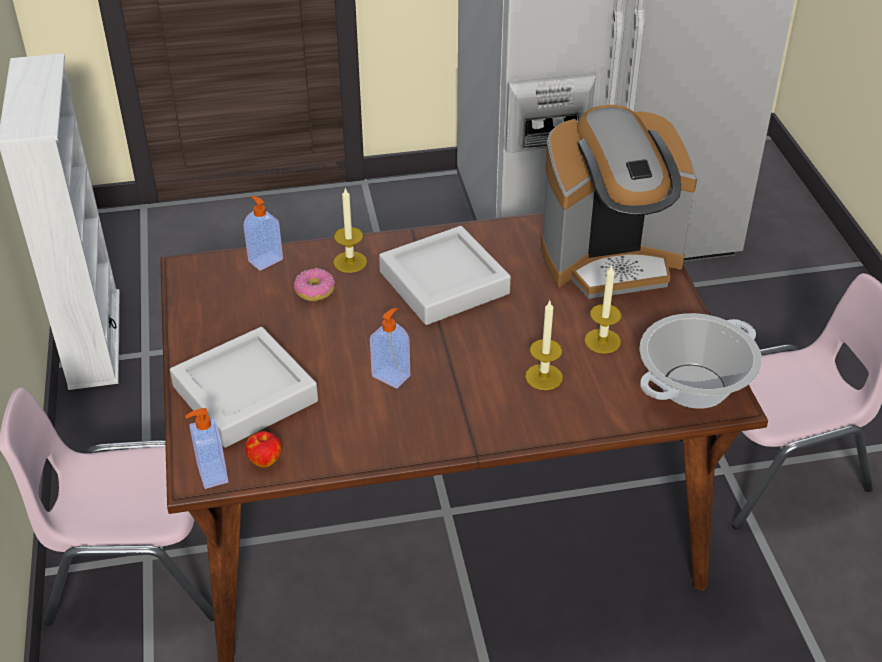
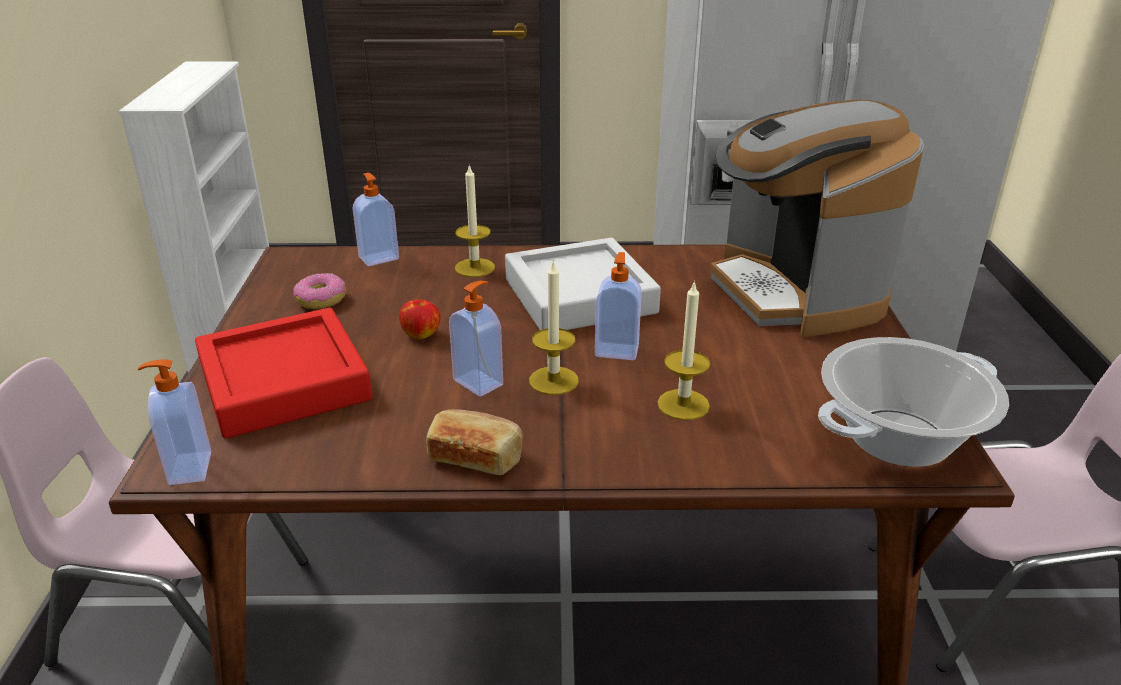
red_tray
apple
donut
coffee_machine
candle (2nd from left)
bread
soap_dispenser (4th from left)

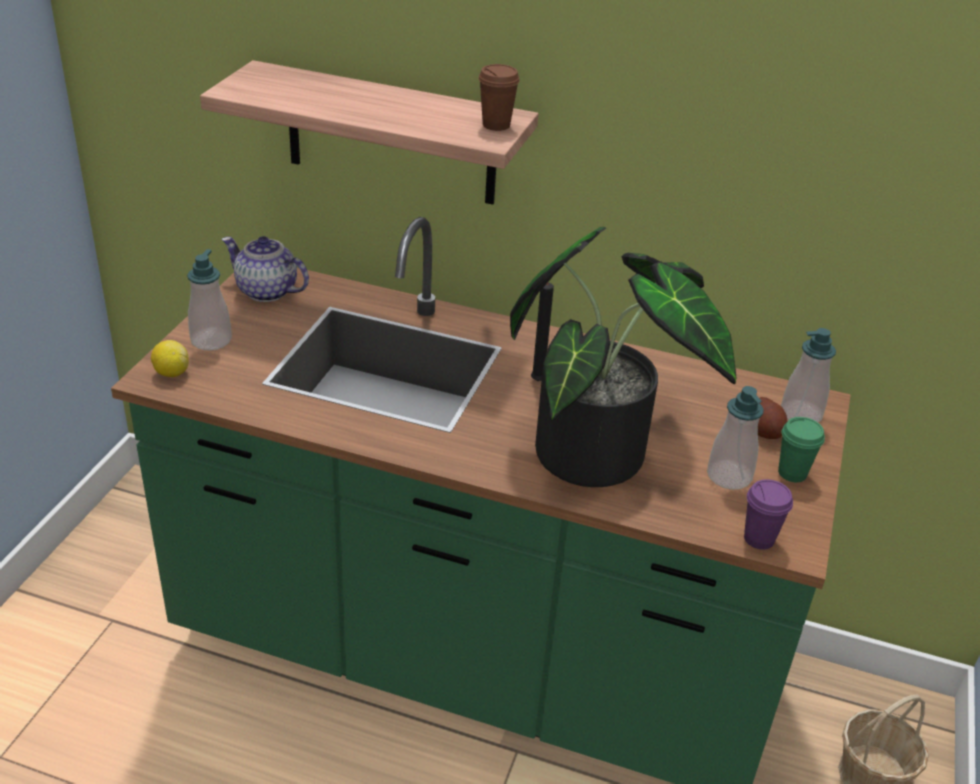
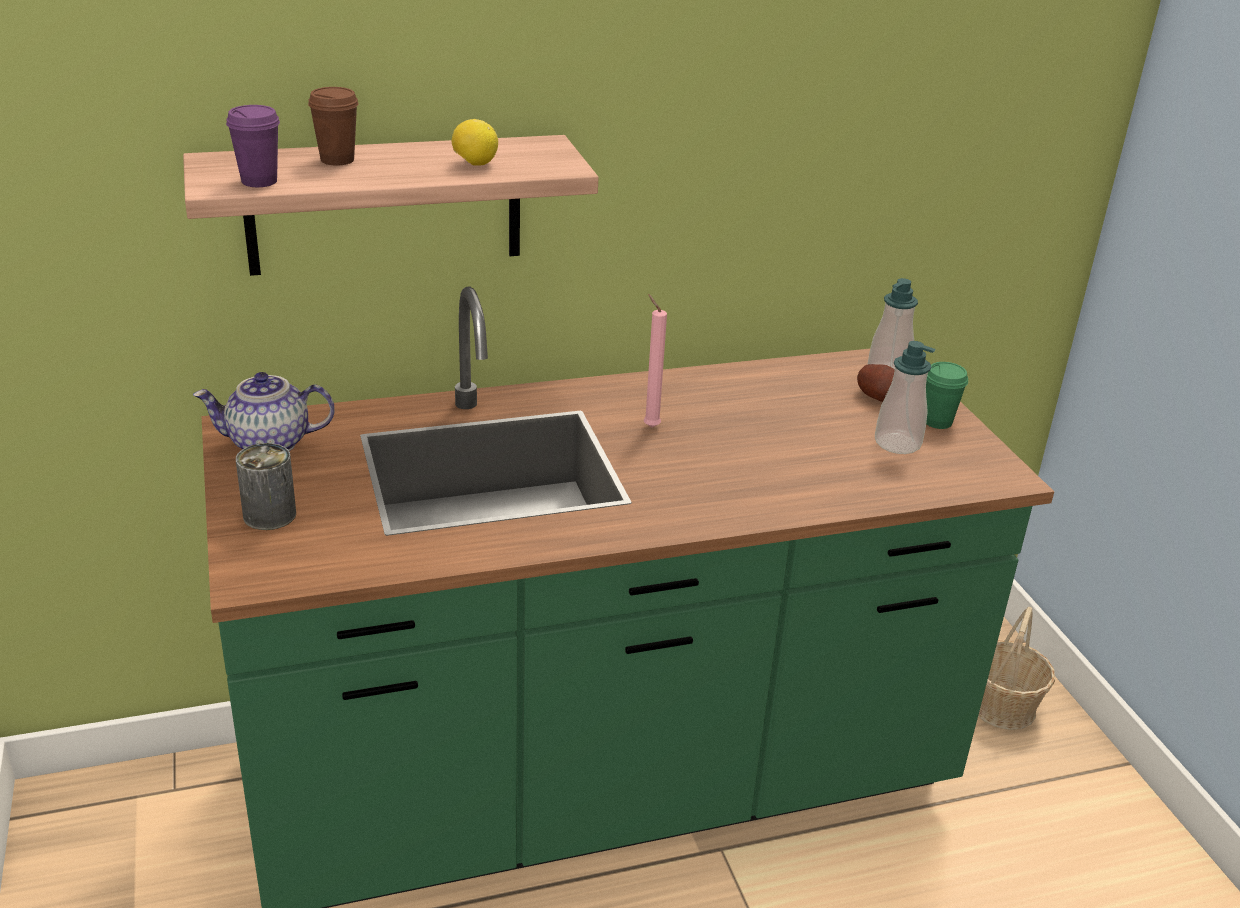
lemon
can
brown_cup
potted_plant
pink_candle
purple_cup

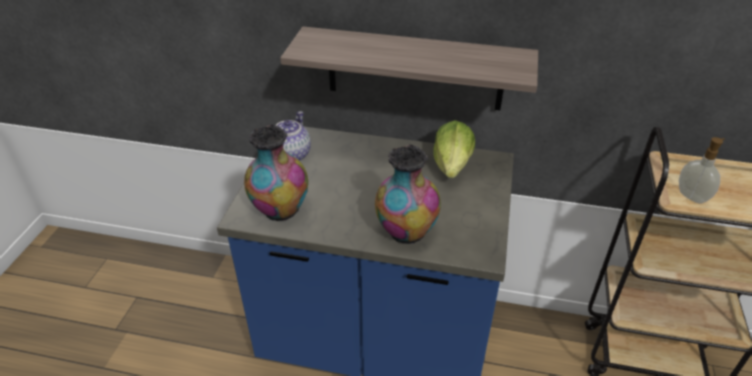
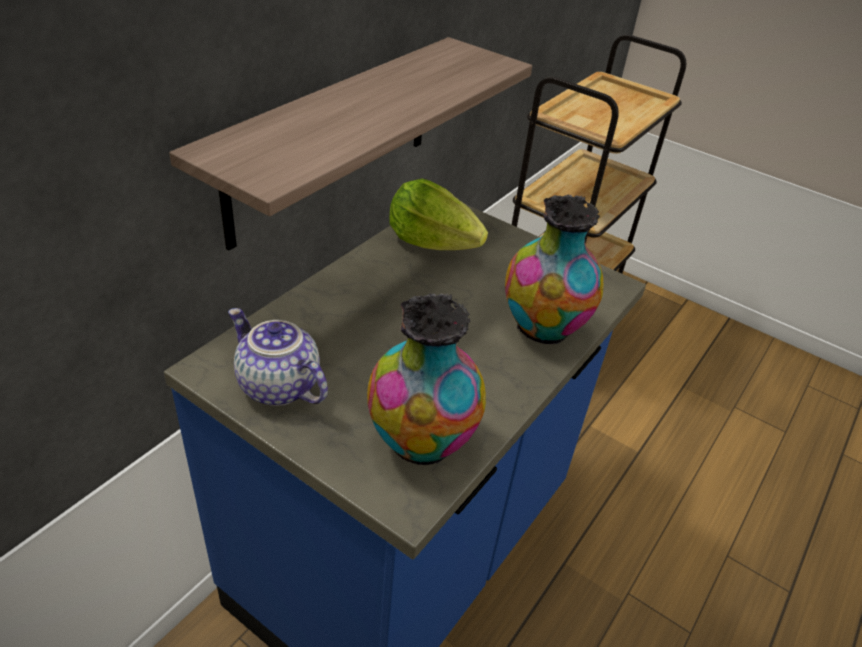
soap_dispenser

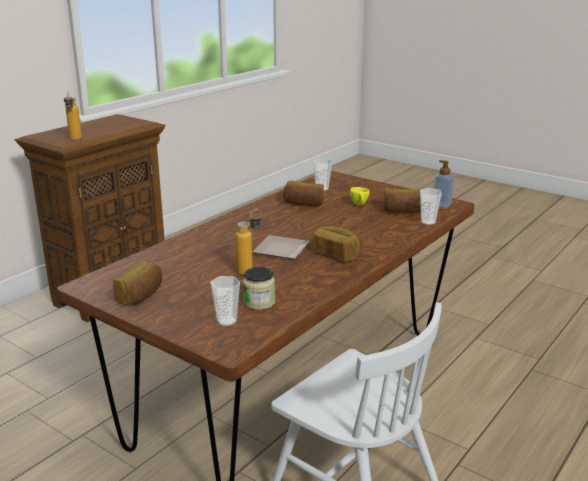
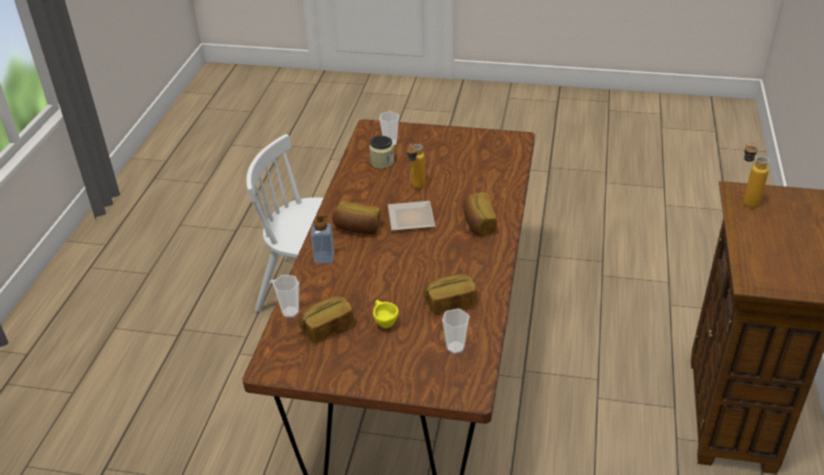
bread (4th from left)
soap_dispenser

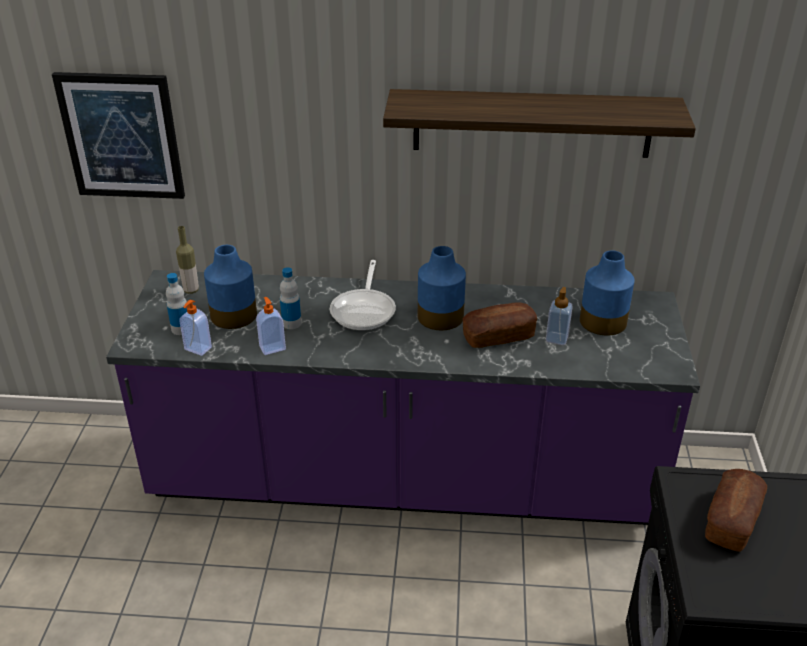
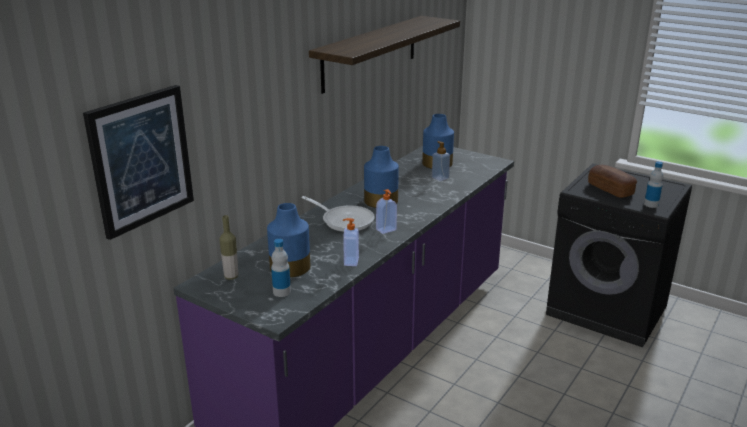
soap_dispenser (2nd from left)
bottle (3rd from left)
bread (1st from left in the first image)

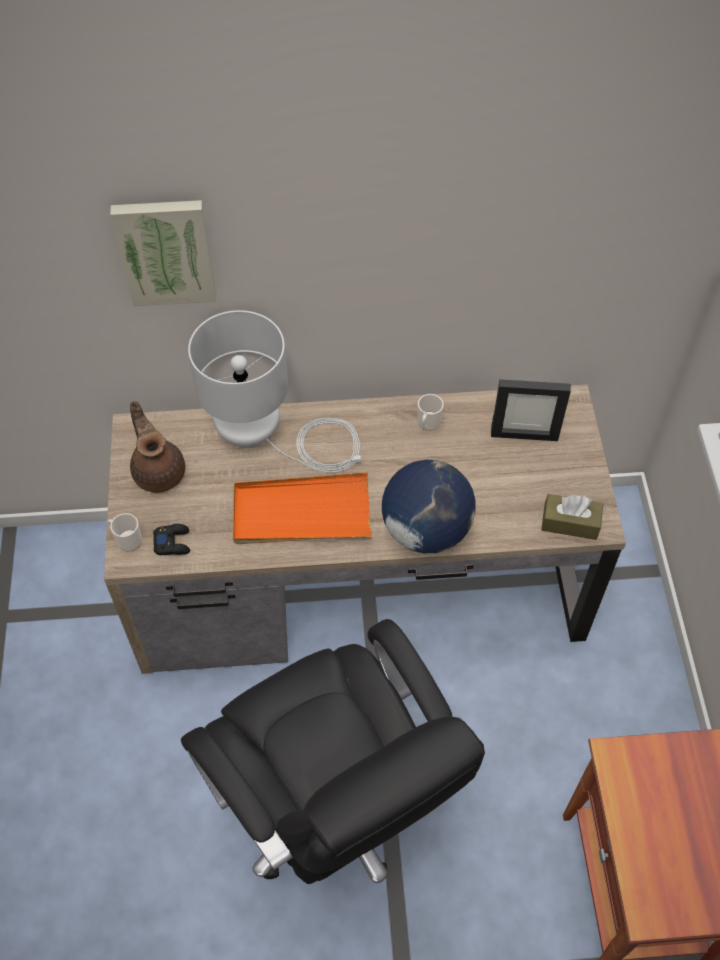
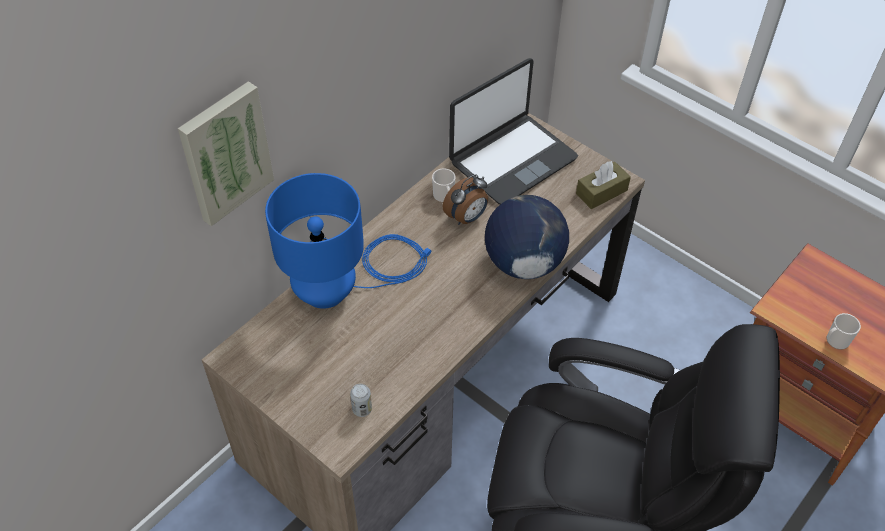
mug (2nd from left)
brown_teapot
can
blue_table_lamp
orange_tray
laptop
alarm_clock

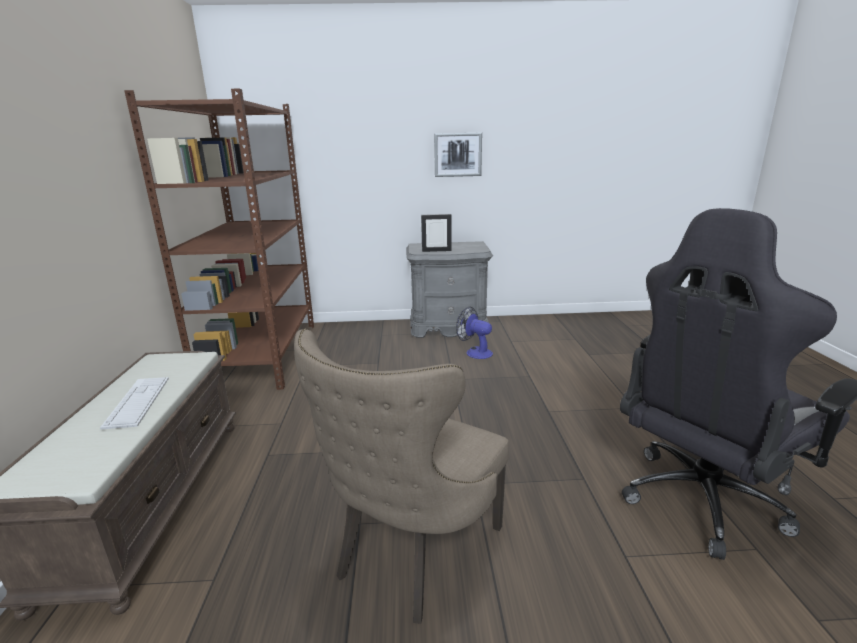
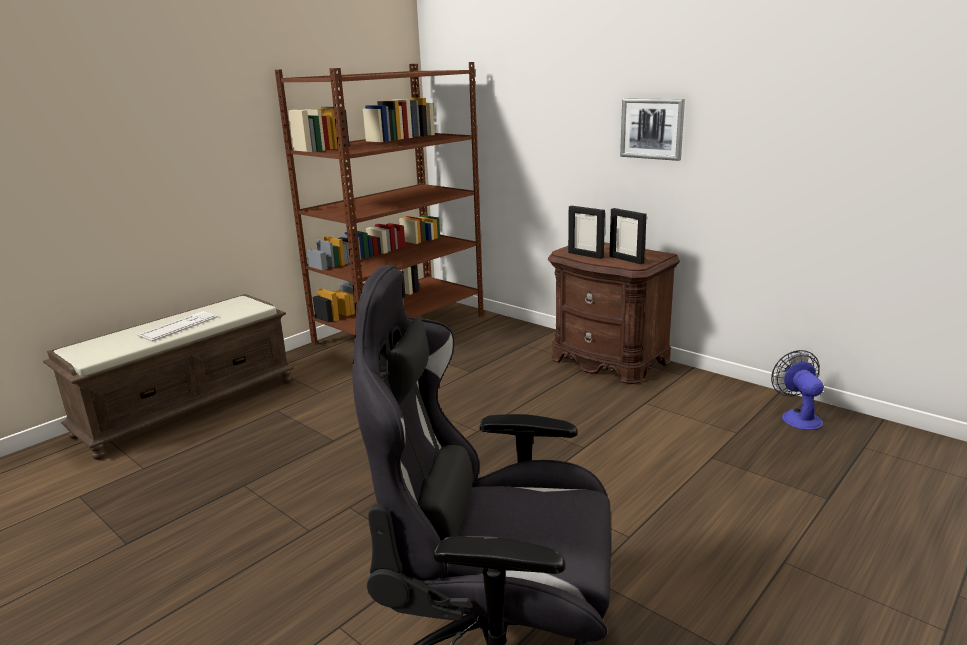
beige_chair
brown_nightstand
fan
picture_frame (2nd from left)

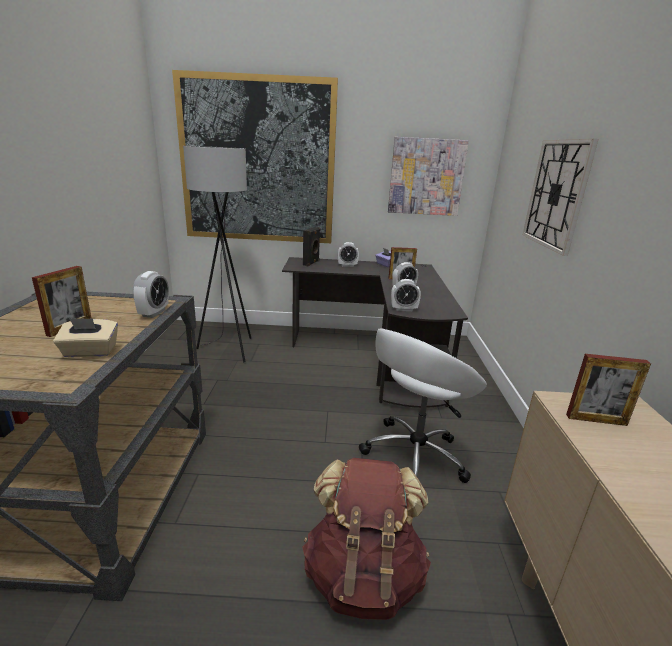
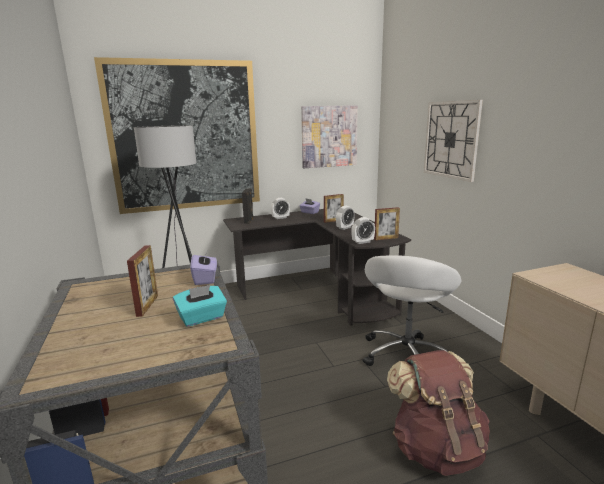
turquoise_tissue_box
purple_tissue_box (1st from left)
picture_frame (3rd from left)

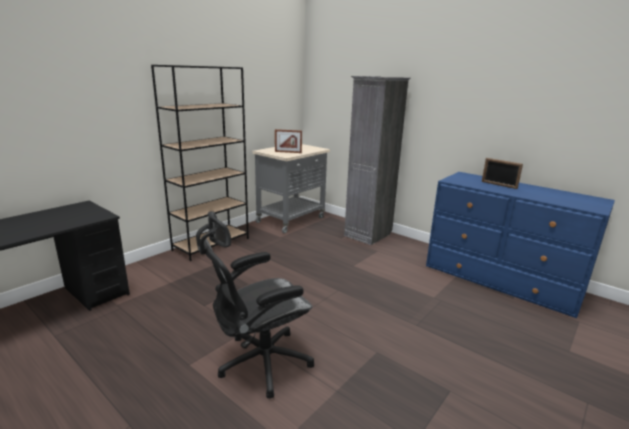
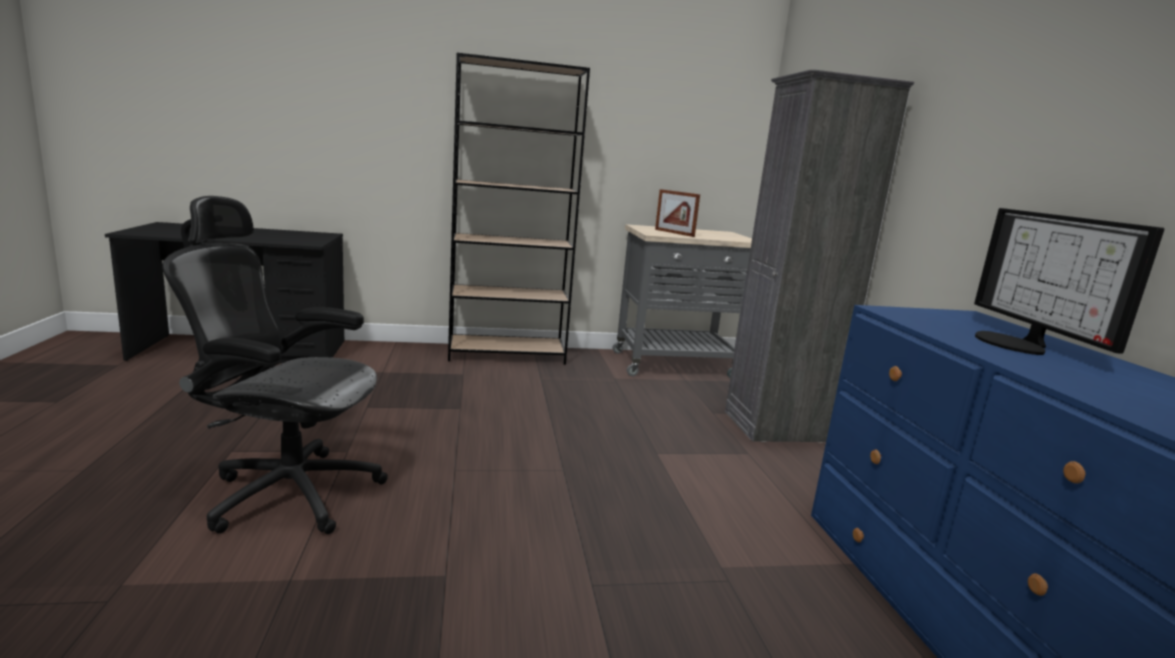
monitor

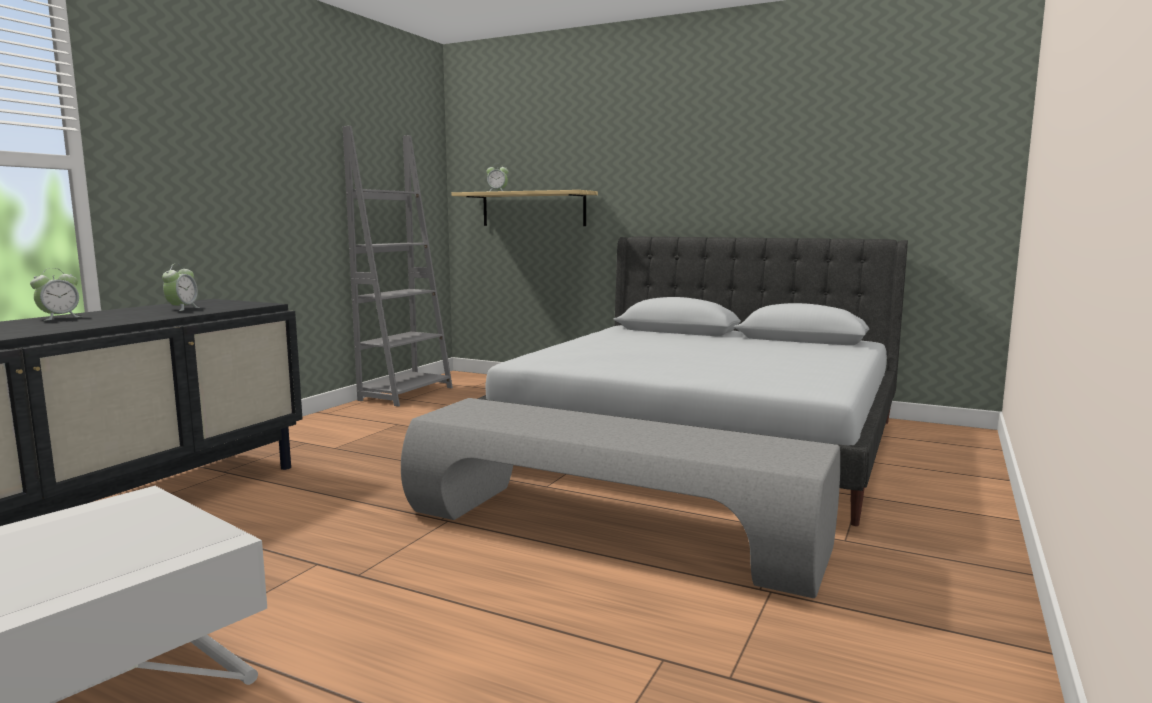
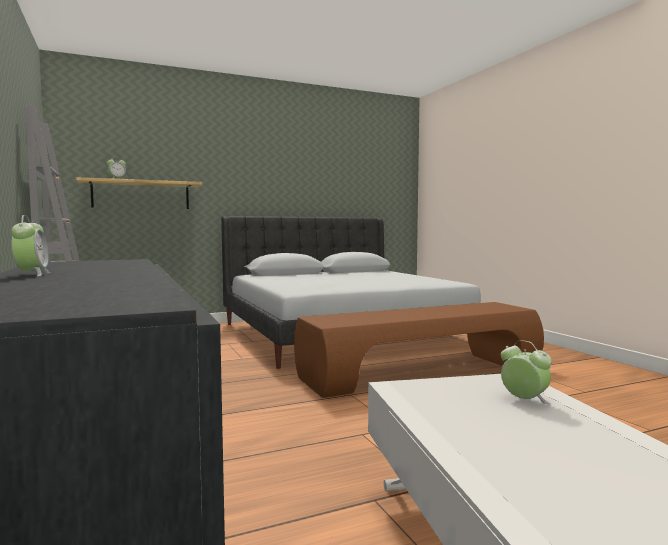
alarm_clock (3rd from left)
brown_bench

